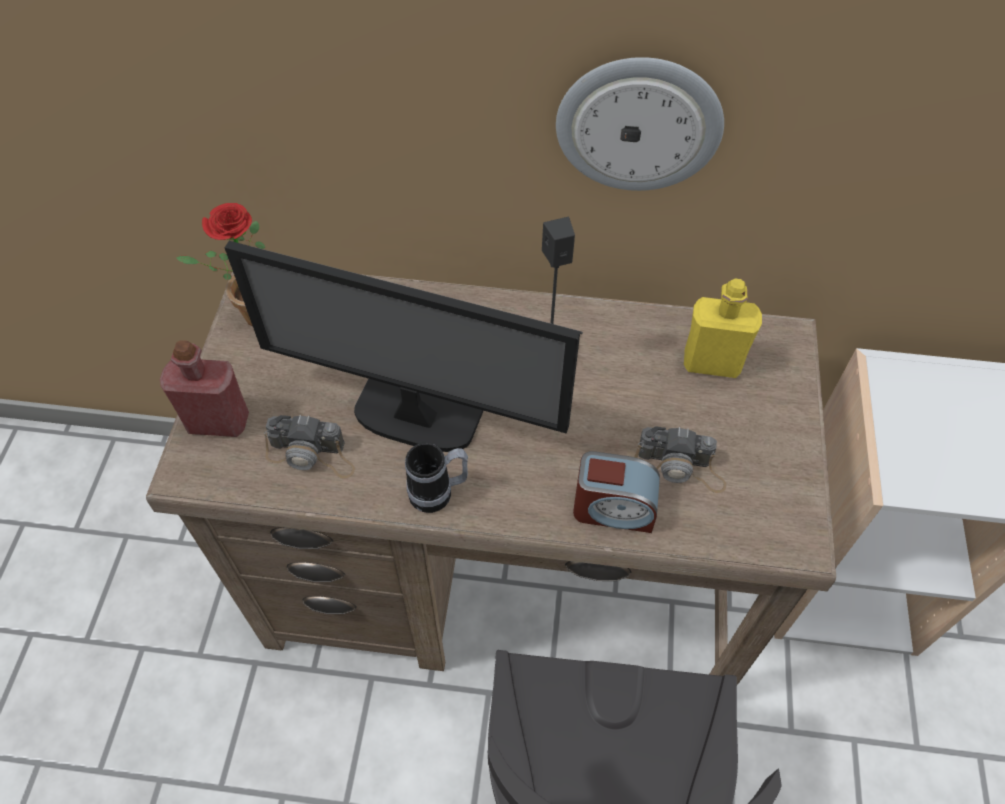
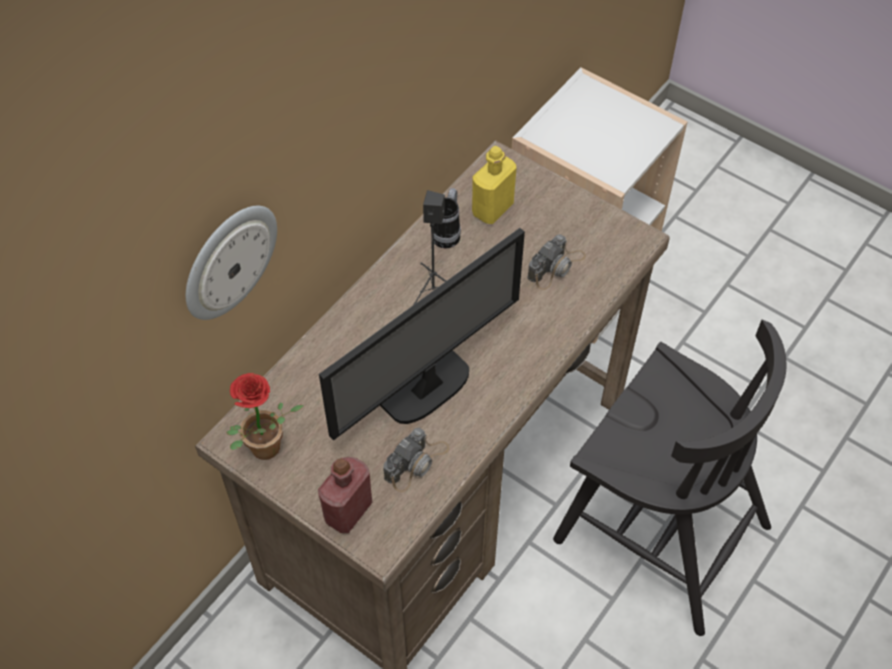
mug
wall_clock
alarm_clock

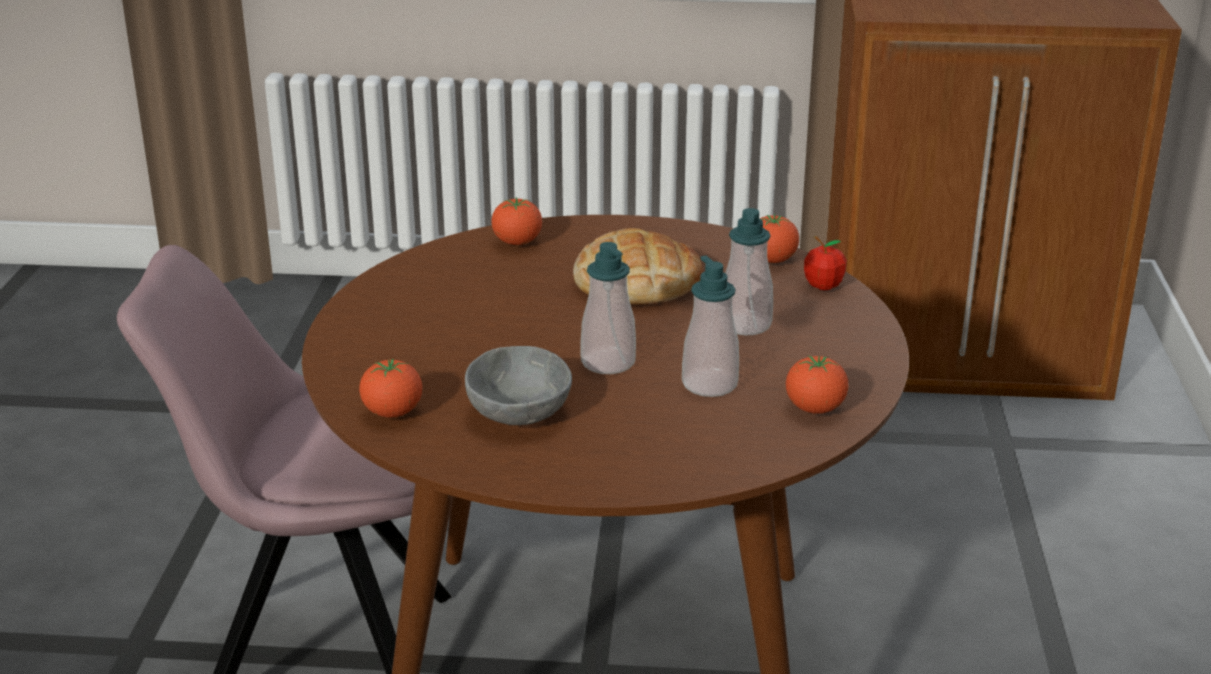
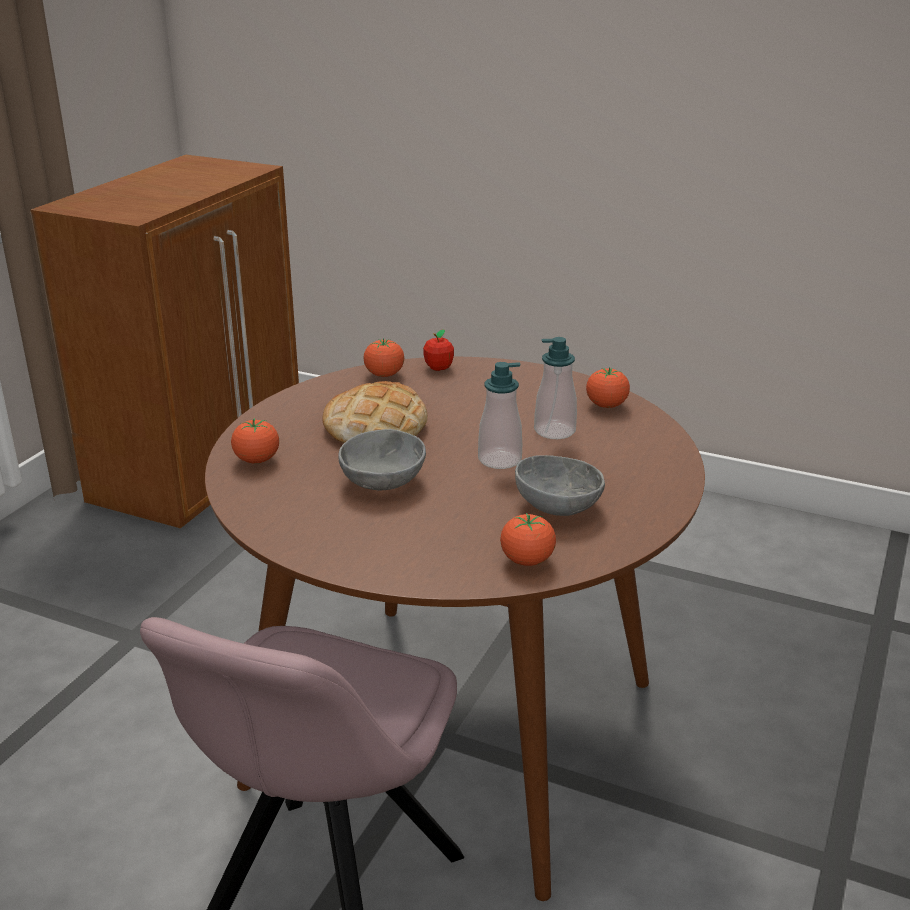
soap_dispenser (3rd from left in the first image)
grey_bowl (1st from left)

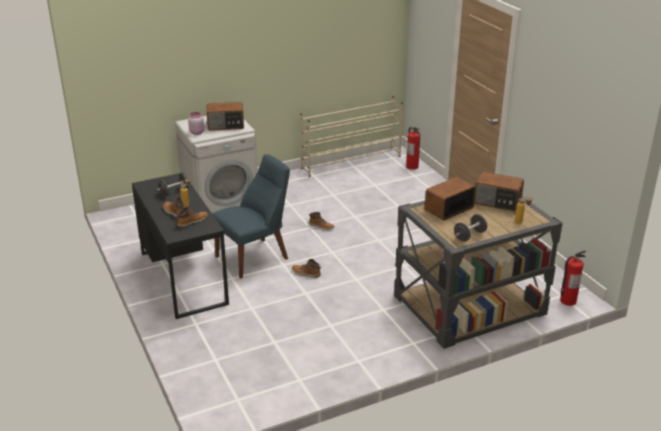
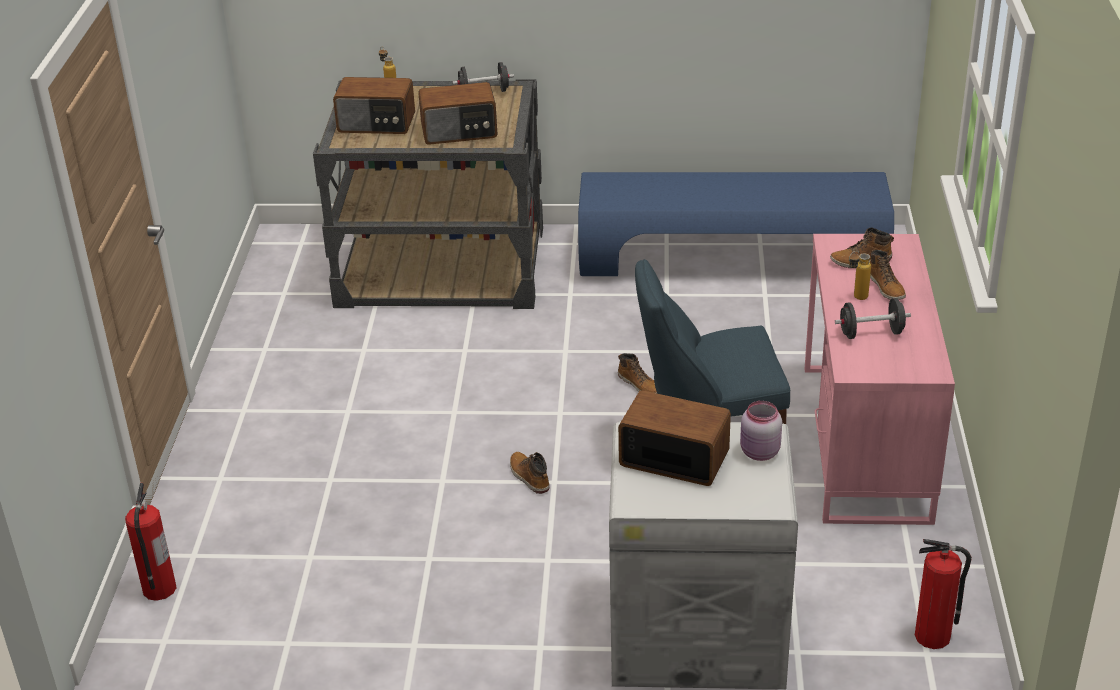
pink_desk
beige_shoe_rack
radio (1st from left)
fire_extinguisher (2nd from left)
blue_bench

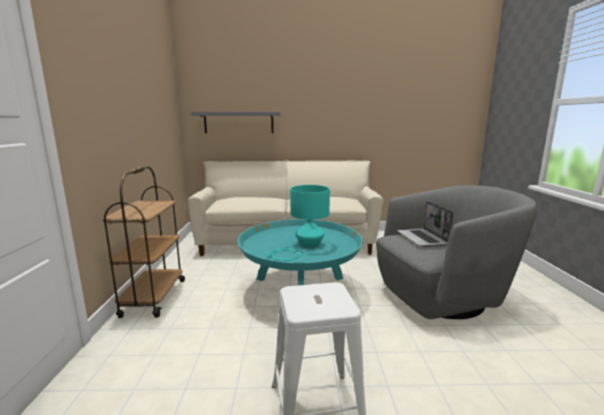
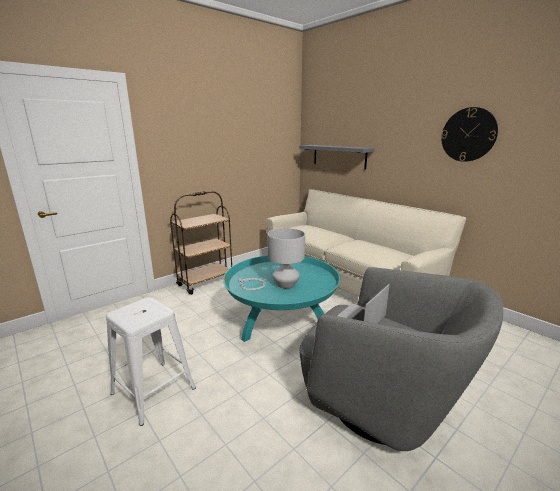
grey_table_lamp
wall_clock

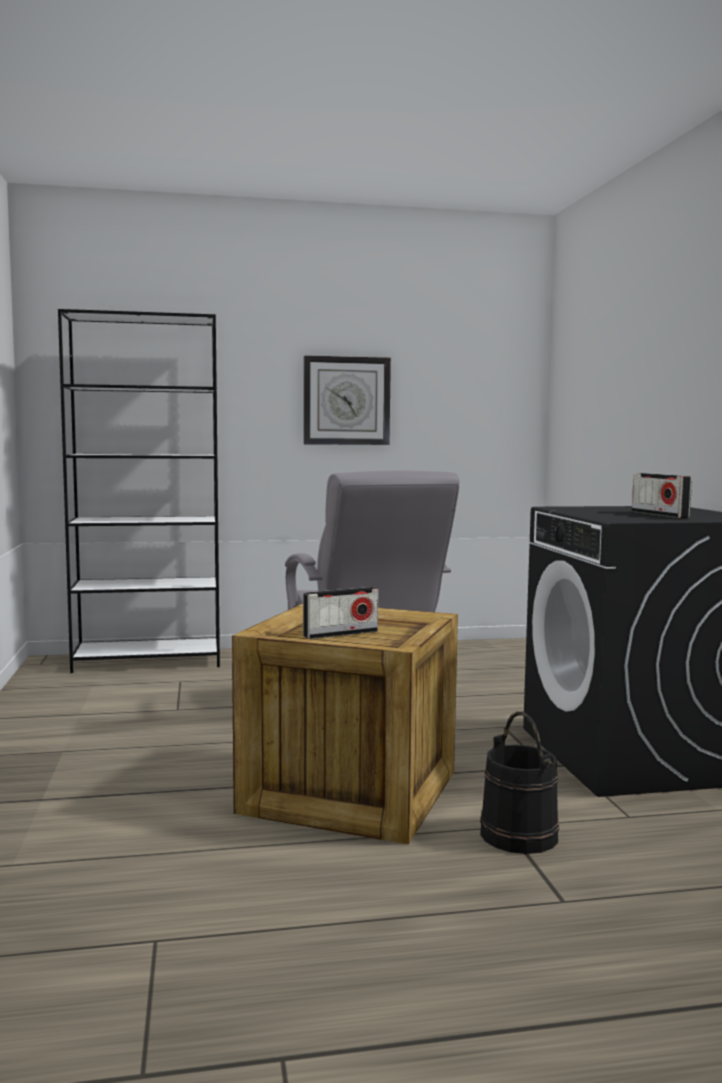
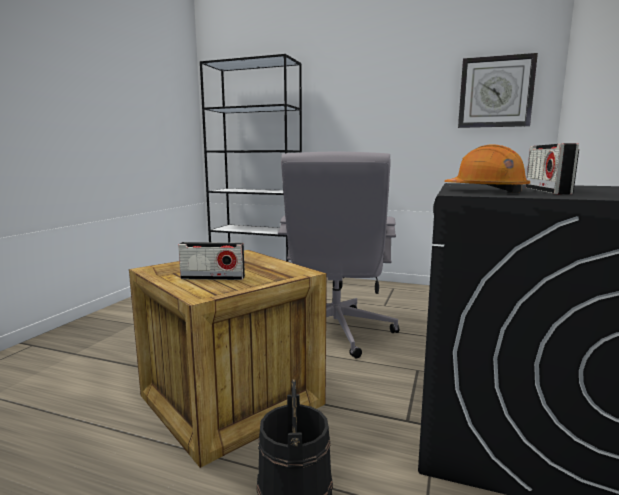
wall_clock
orange_hard_hat

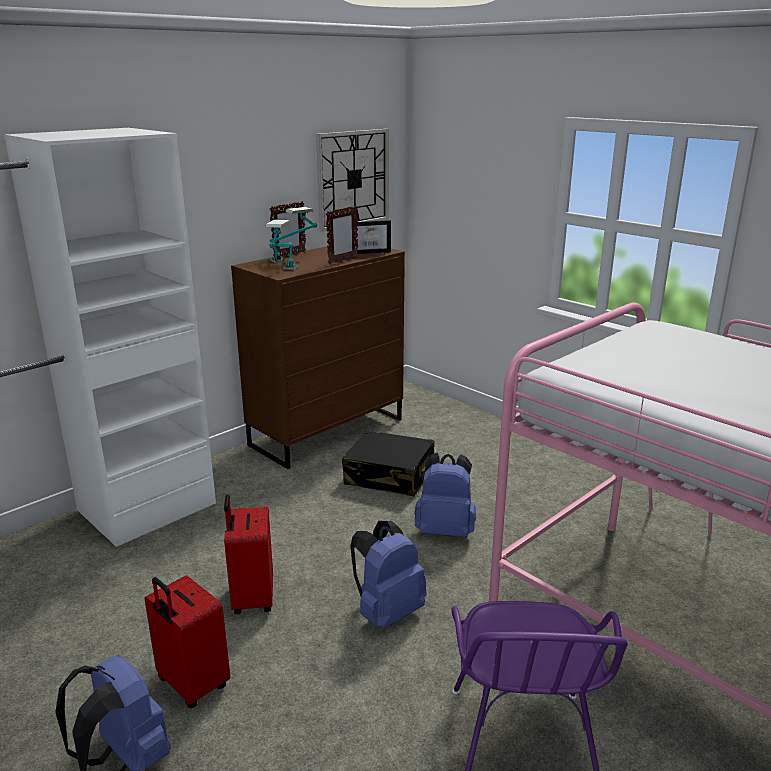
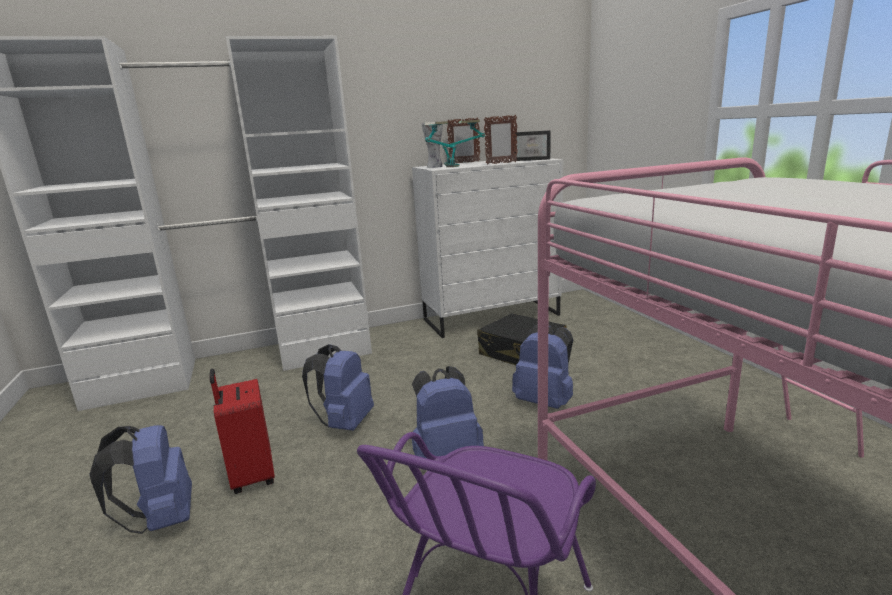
blue_backpack (2nd from left)
white_dresser
wall_clock
vase

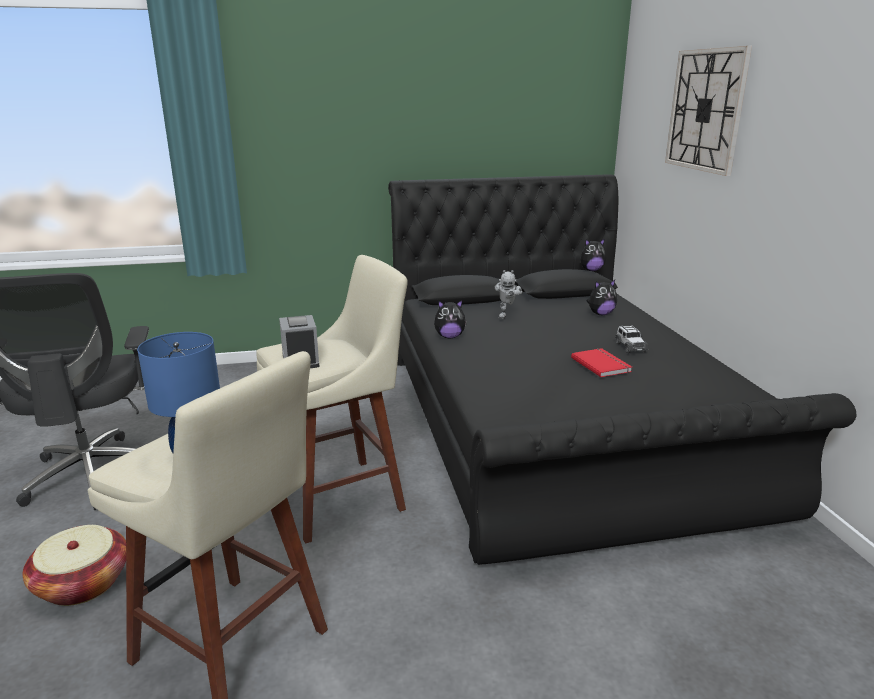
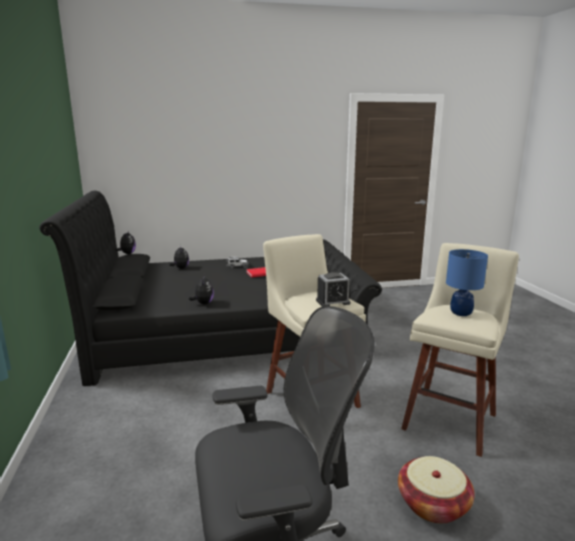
toy_robot
wall_clock

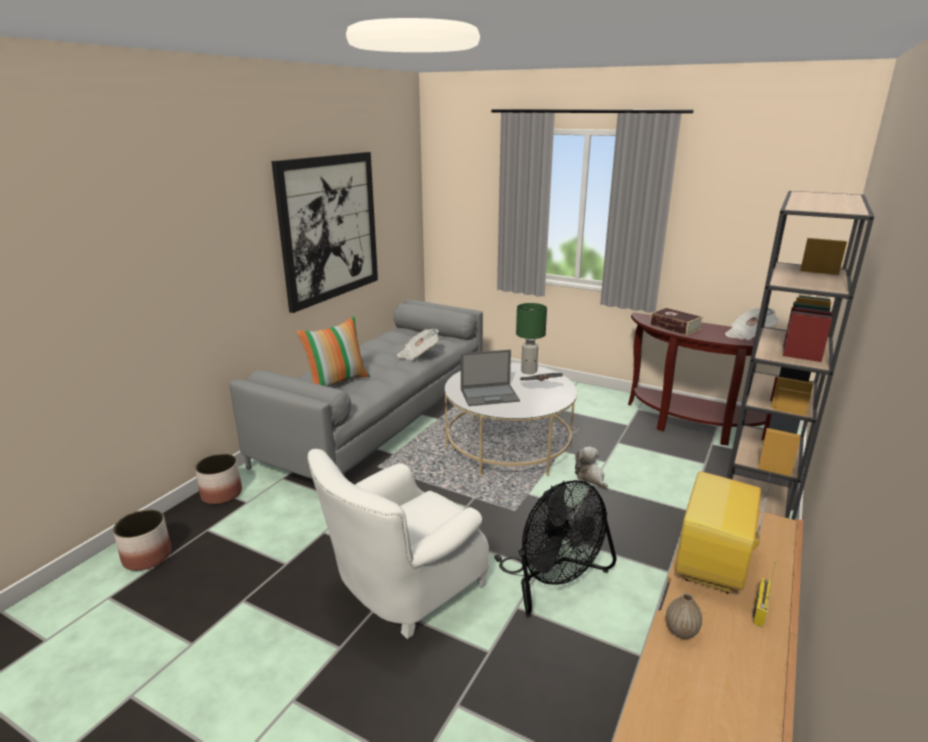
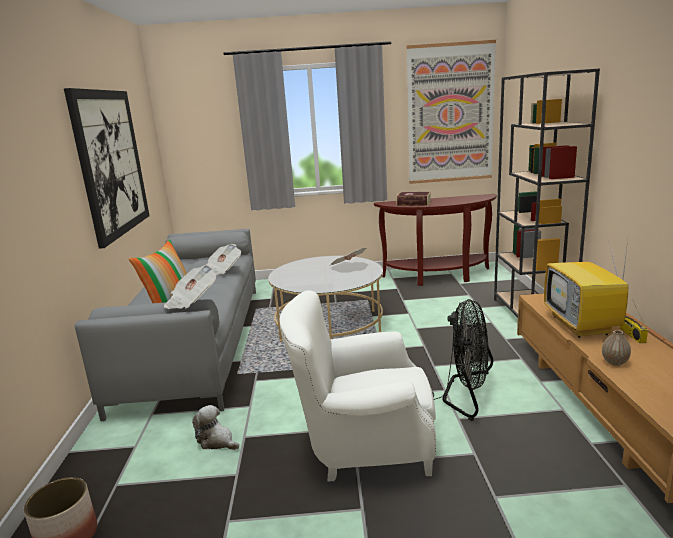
planter (2nd from left in the first image)
white_armchair
laptop
green_table_lamp
plush_toy
newspaper (1st from left)
picture (2nd from left)

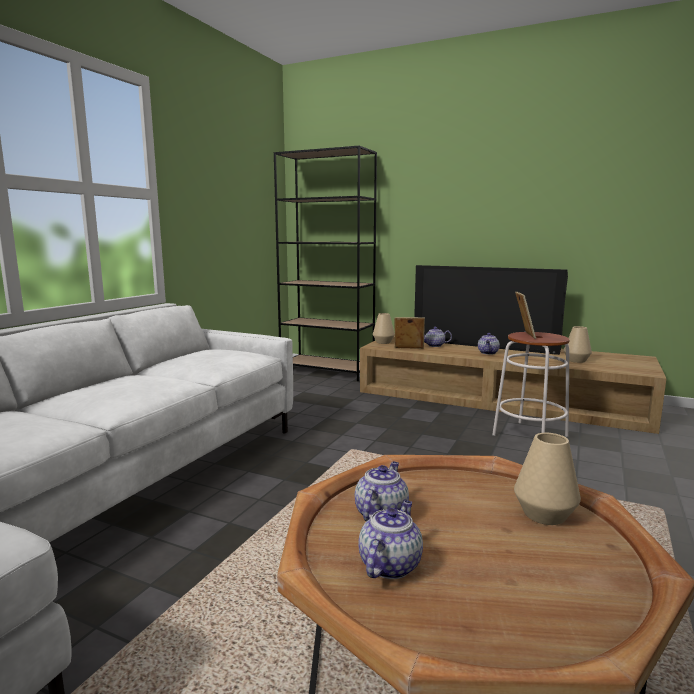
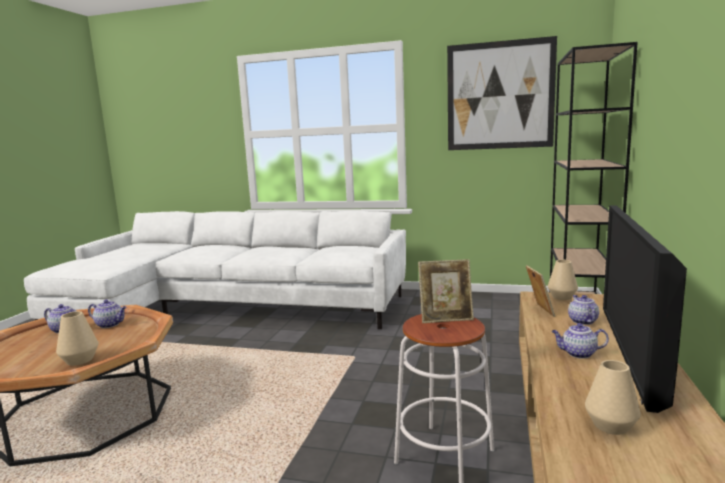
picture

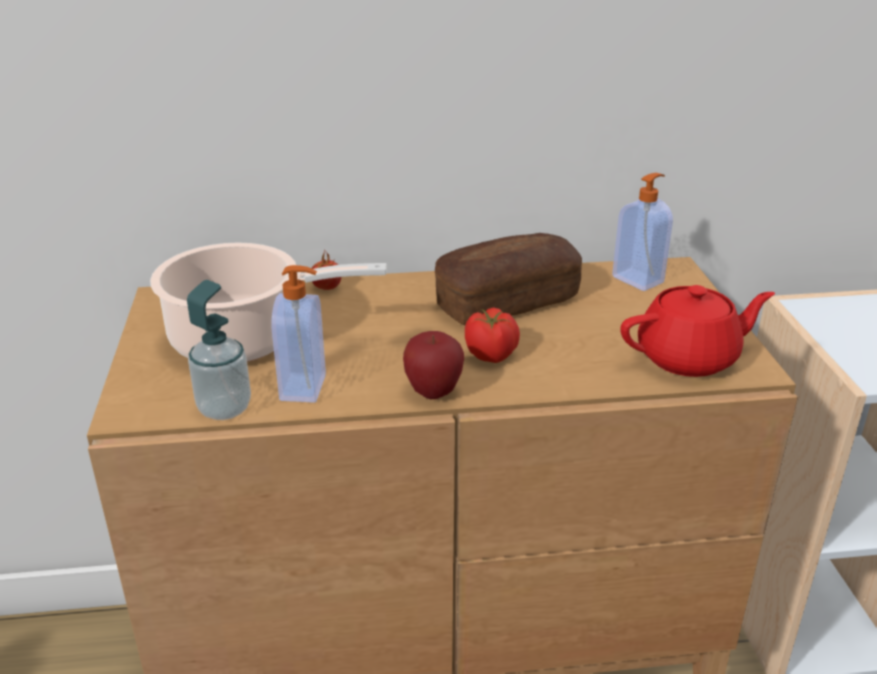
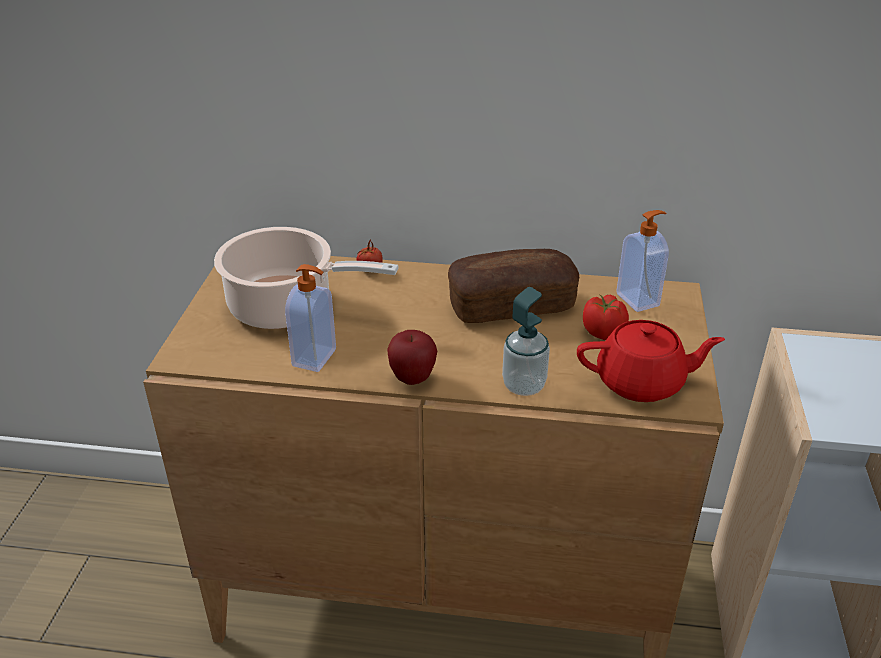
soap_dispenser (2nd from left)
tomato (2nd from left)

